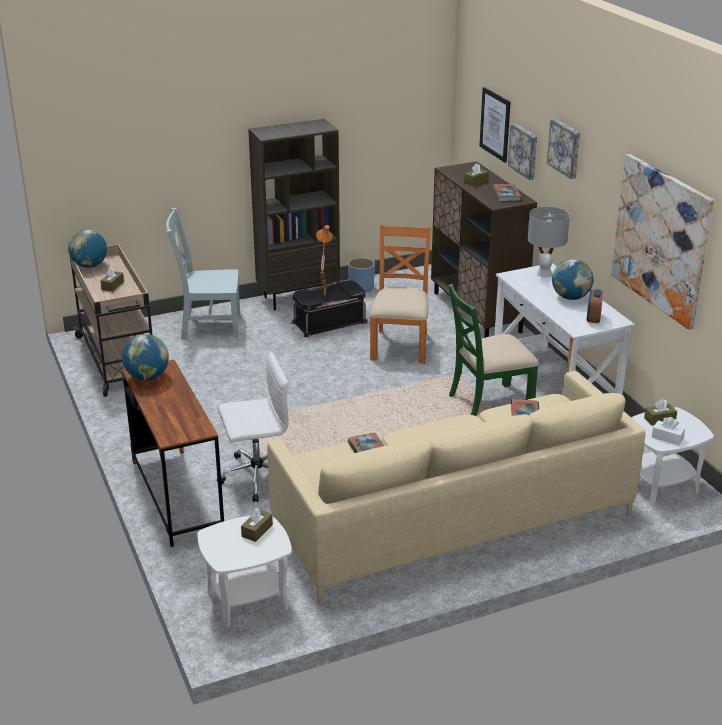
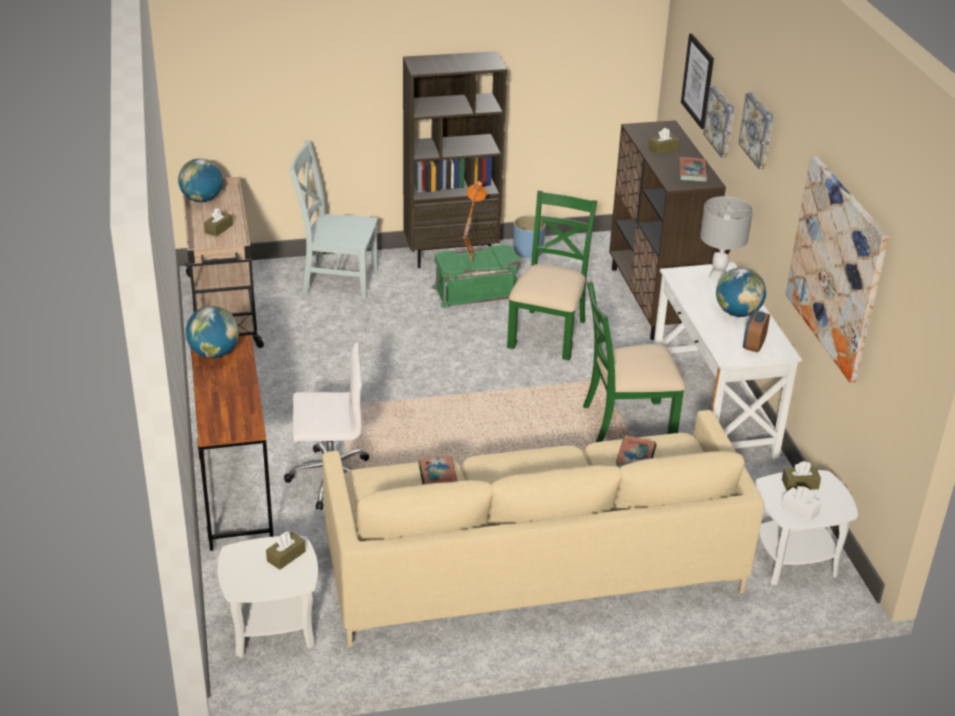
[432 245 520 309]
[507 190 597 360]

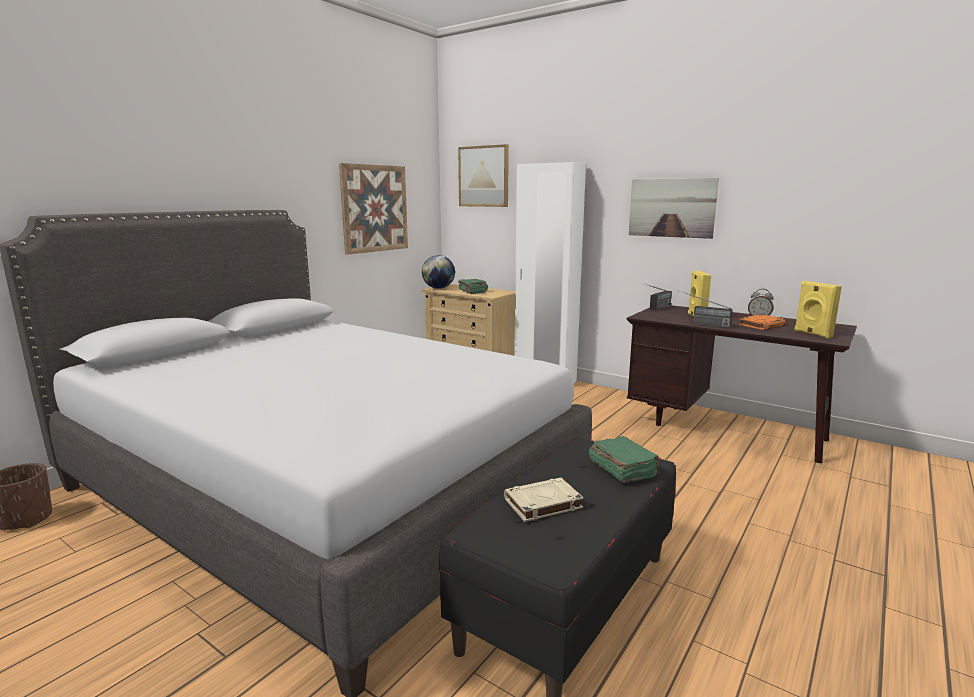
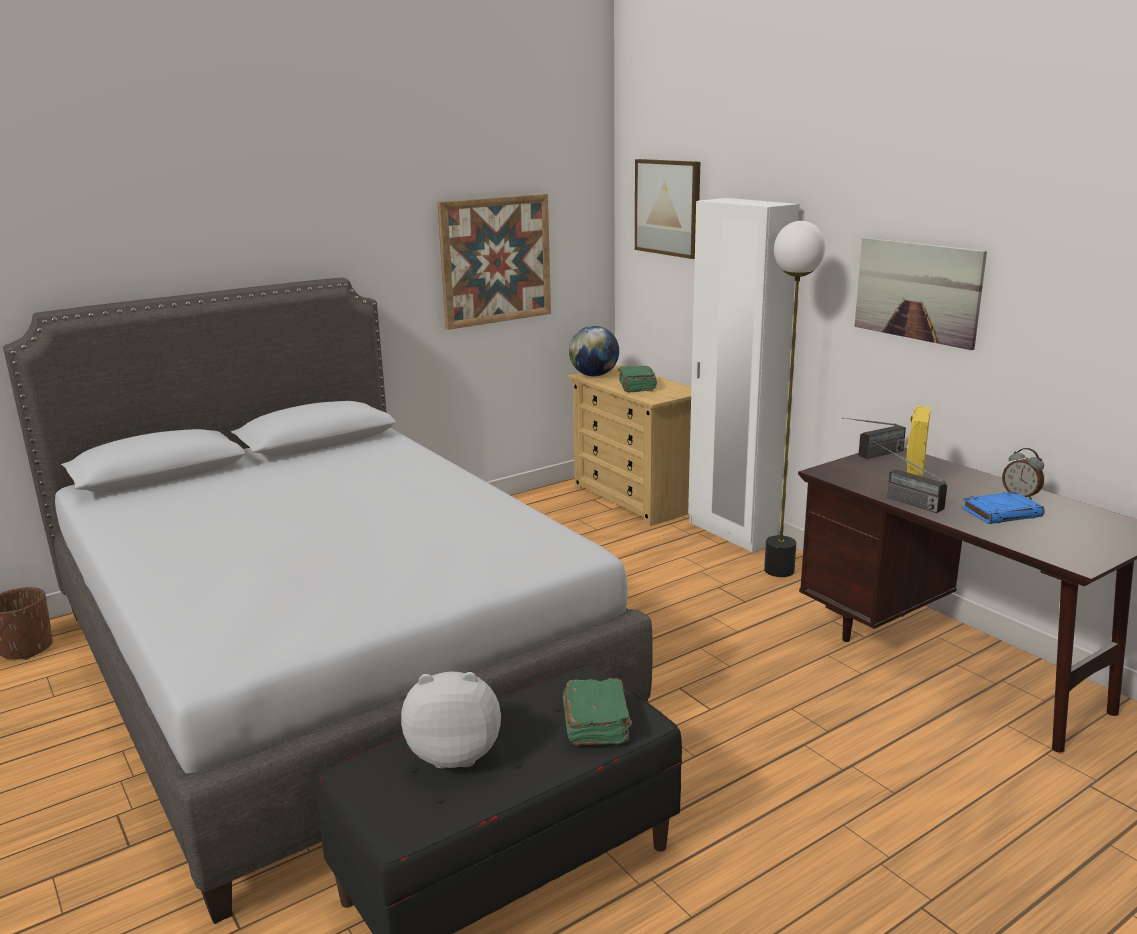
[794 281 842 338] (first image)
[764 221 825 577]
[401 672 501 768]
[962 491 1045 524]

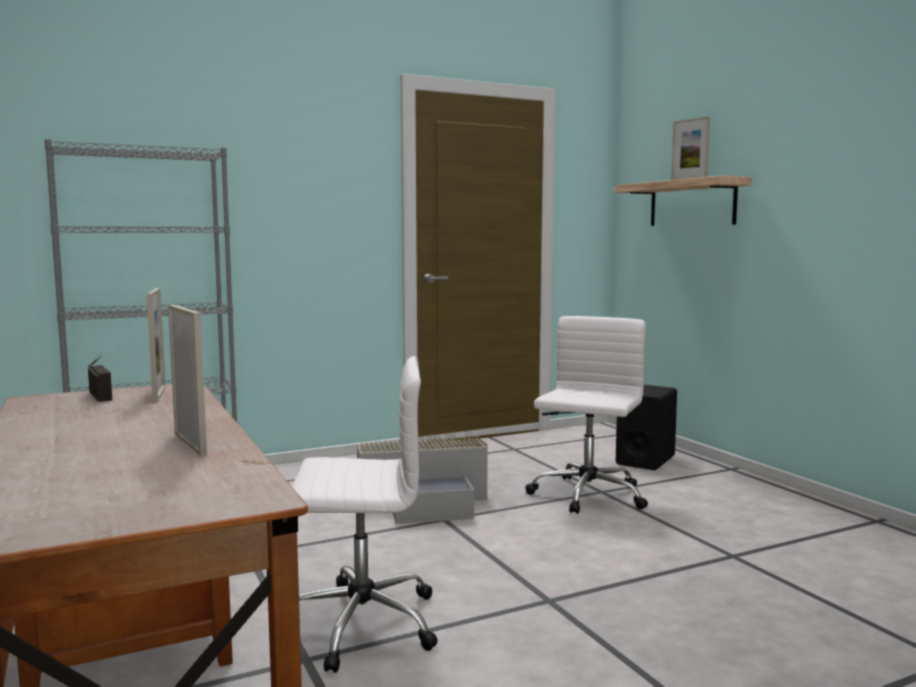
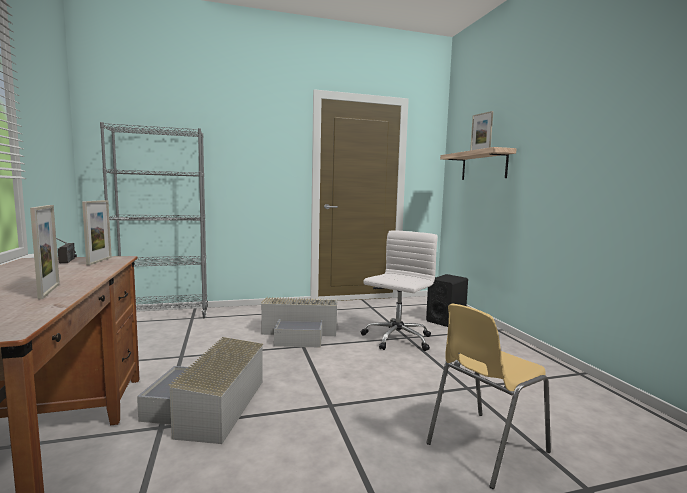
[426 304 551 489]
[137 337 263 444]

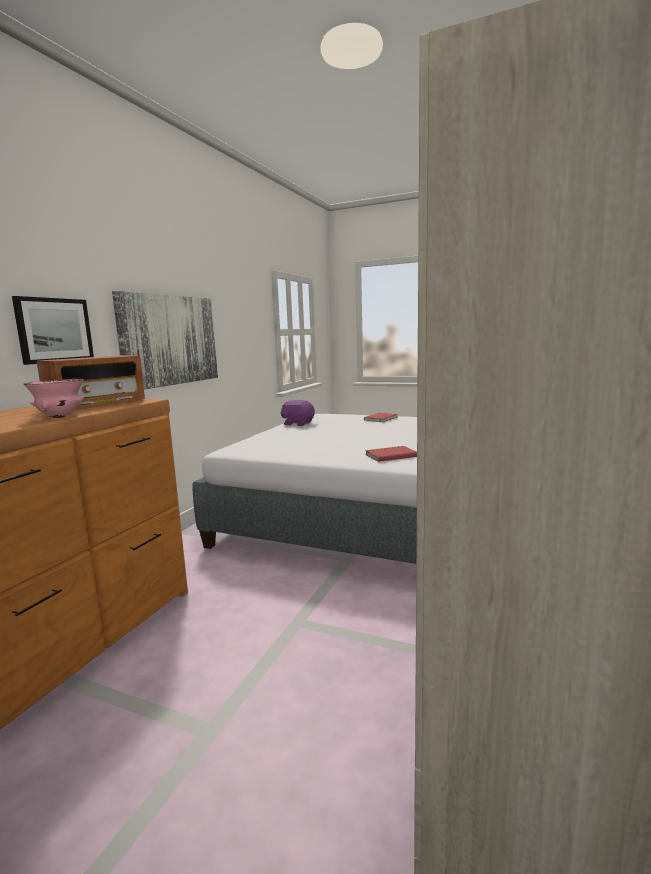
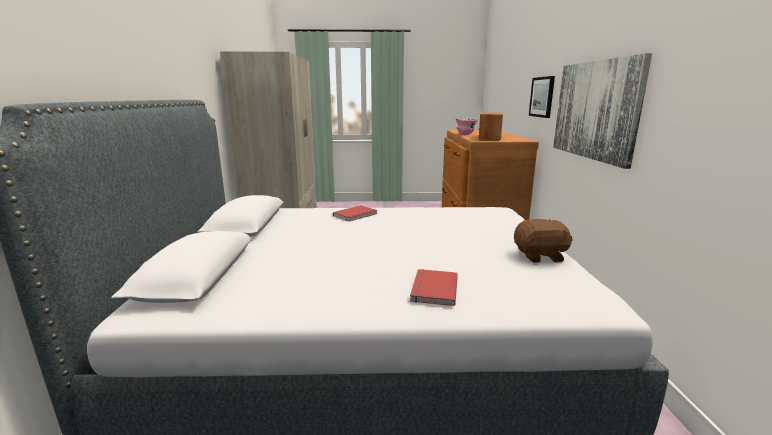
[514 219 573 263]

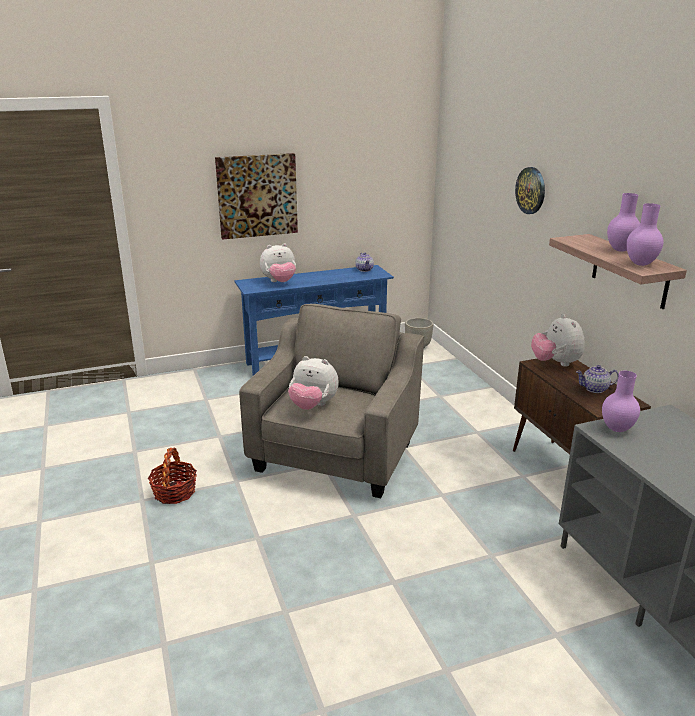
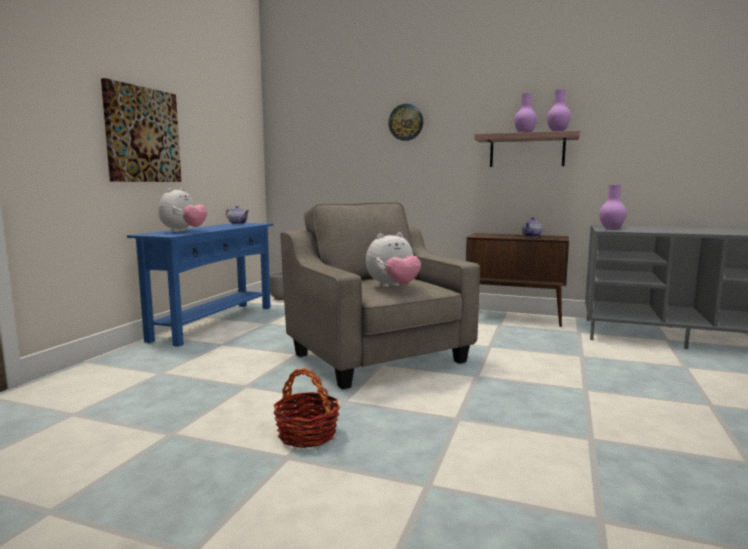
[531 314 585 367] (first image)

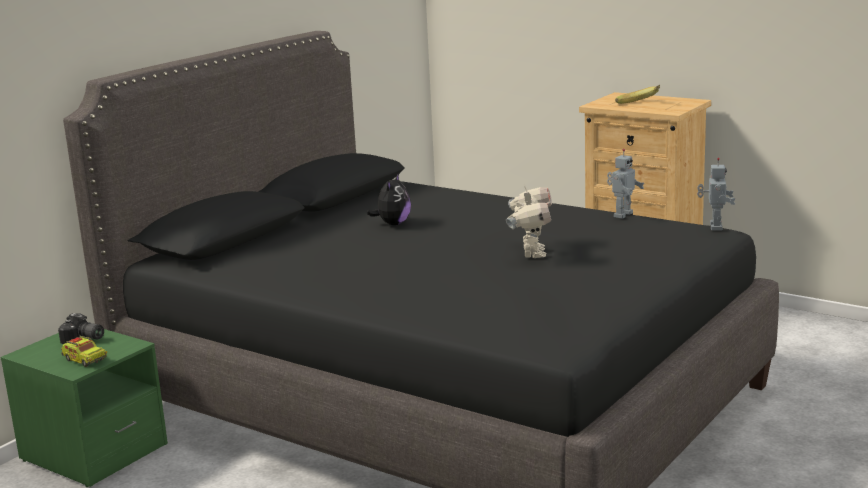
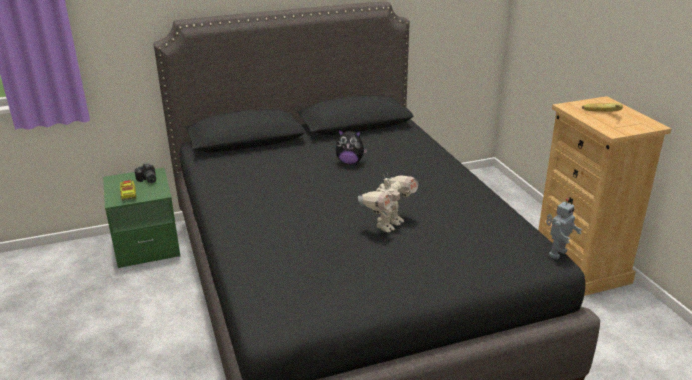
[607 149 644 219] (first image)
[335 130 368 164]

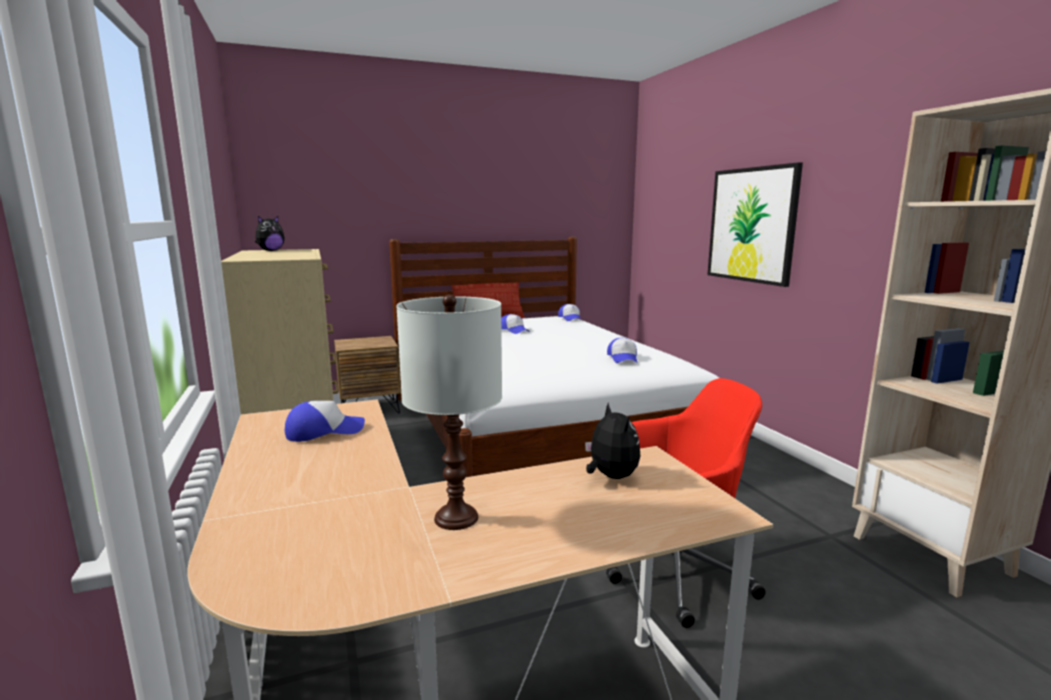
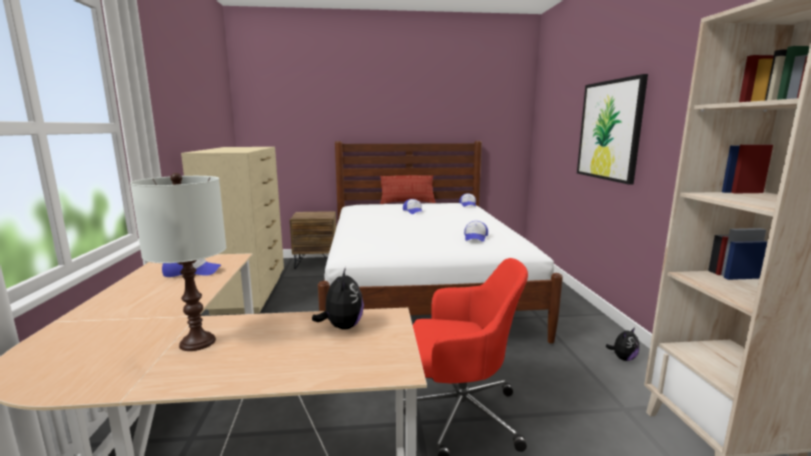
[606 327 639 361]

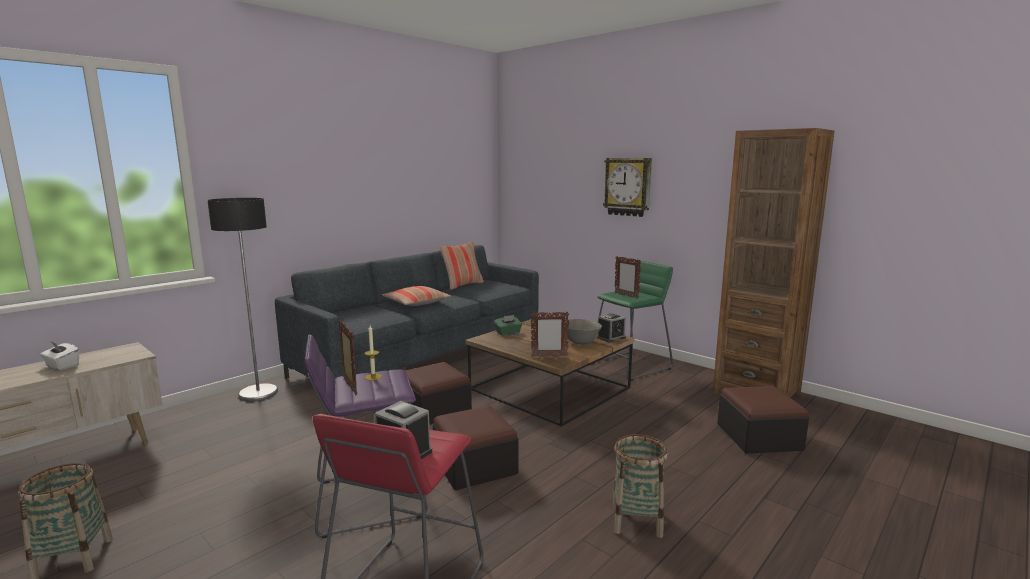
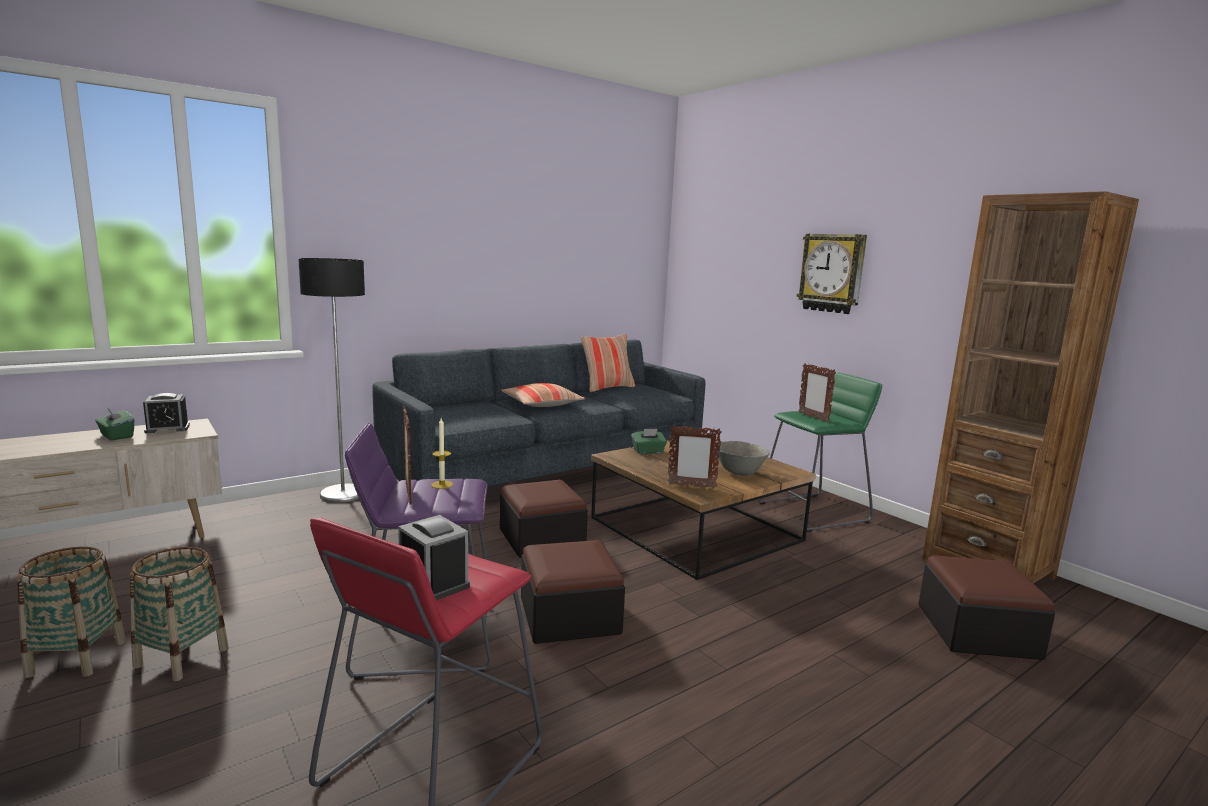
[143 393 190 433]
[130 547 229 681]
[95 406 134 441]

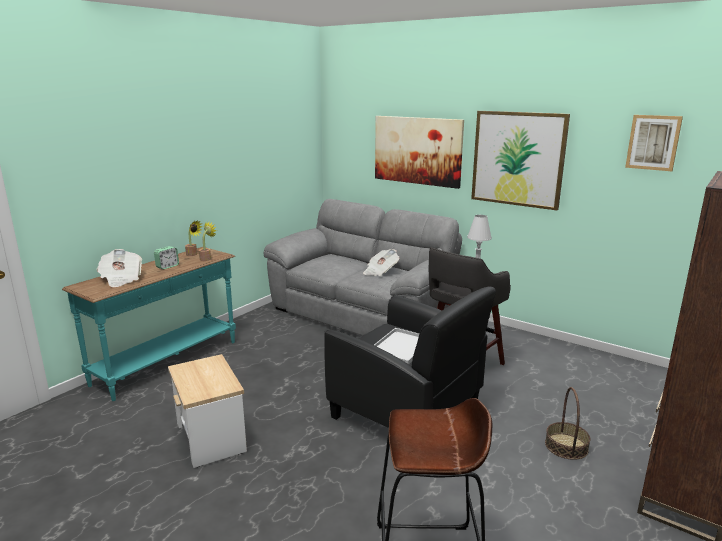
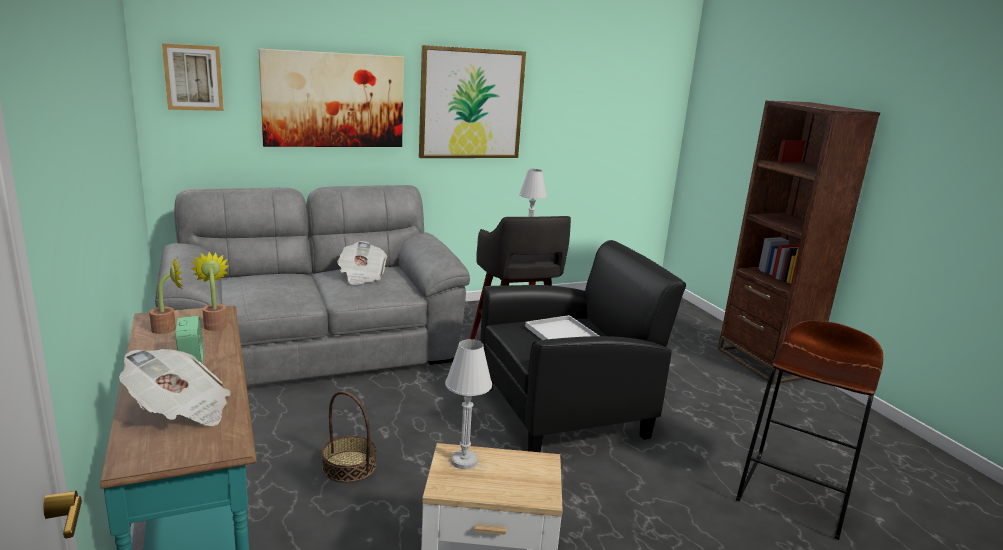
[445 339 492 469]
[322 391 376 483]
[162 43 224 111]

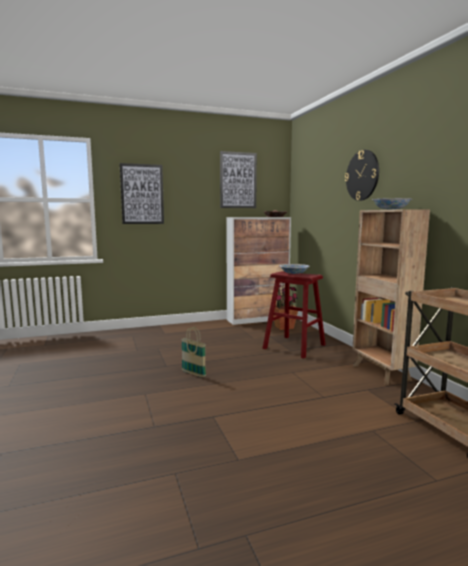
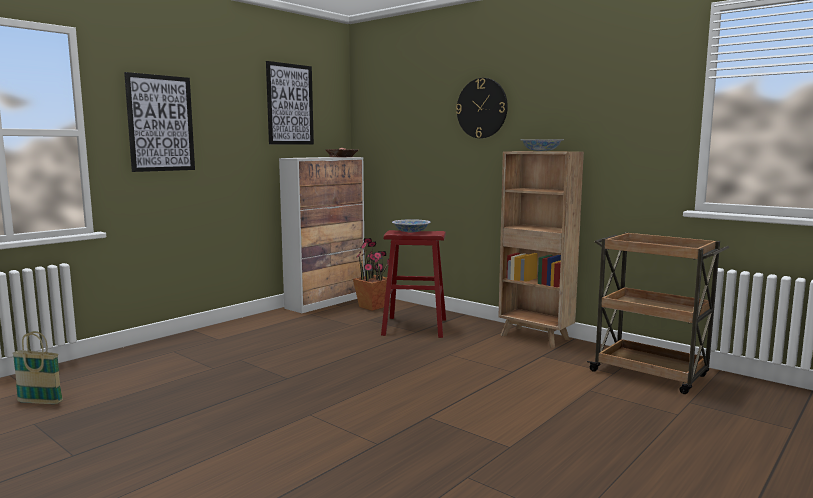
[12 331 63 404]

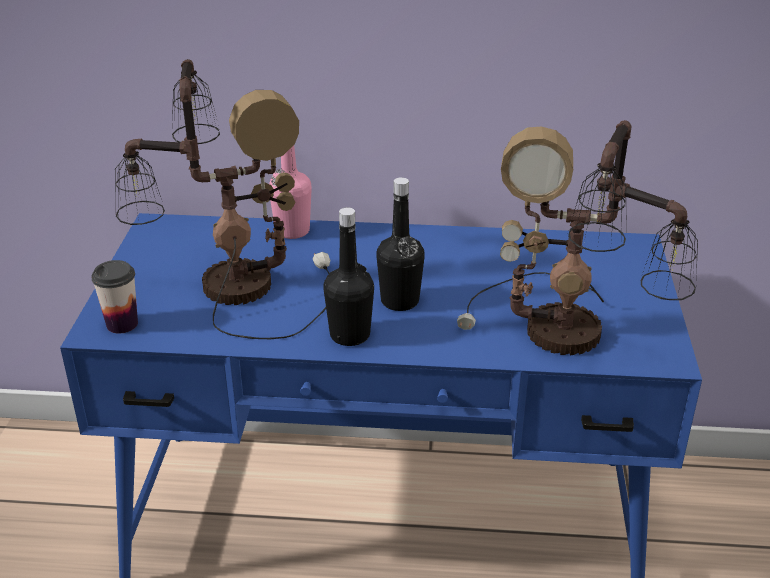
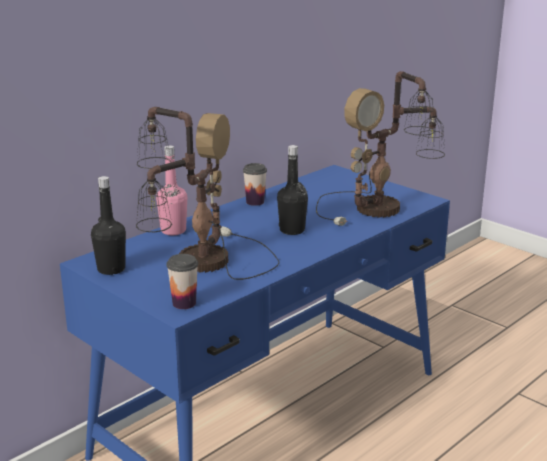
[243 163 267 206]
[91 176 126 275]

